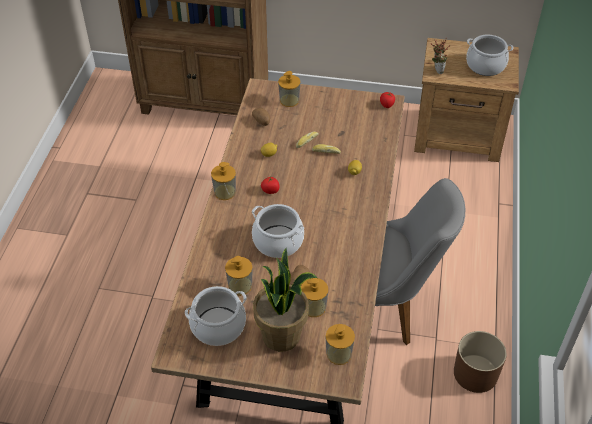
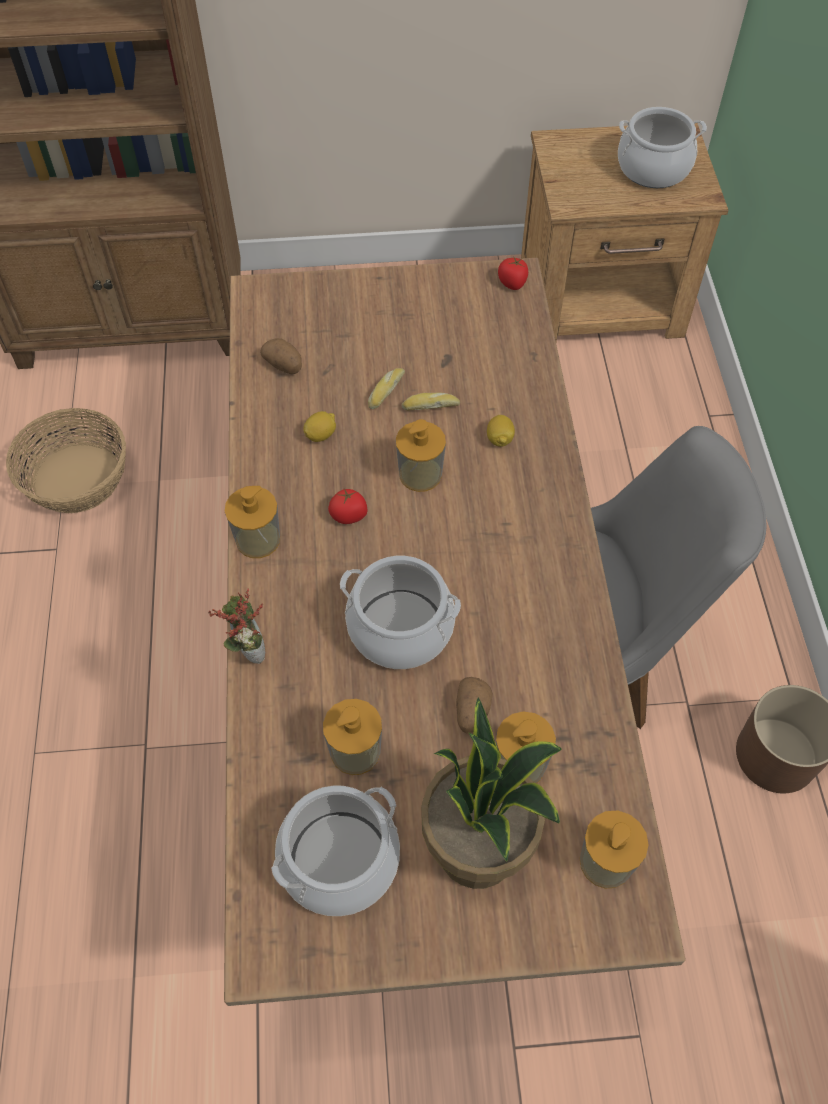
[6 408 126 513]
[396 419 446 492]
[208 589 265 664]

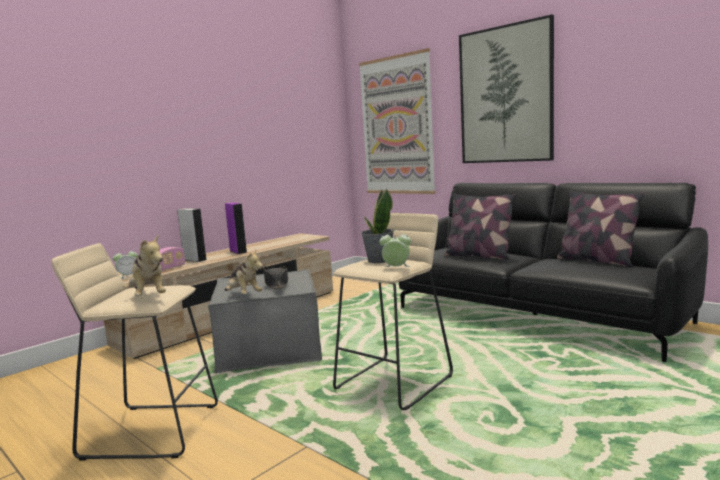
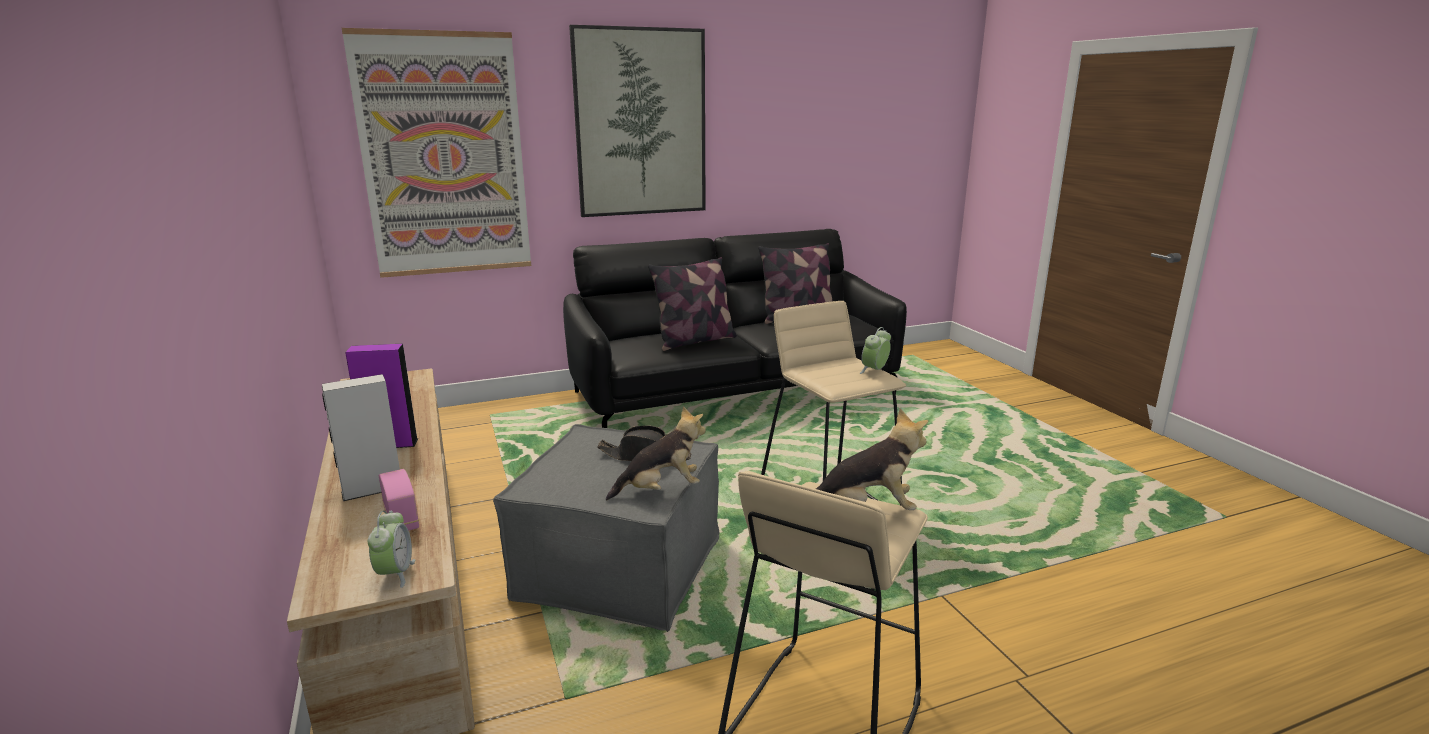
[361 189 394 263] (first image)

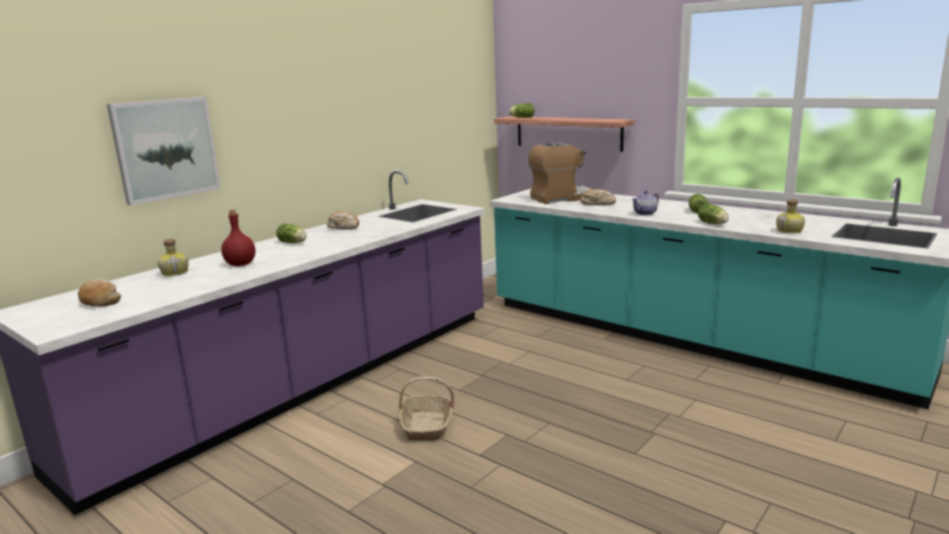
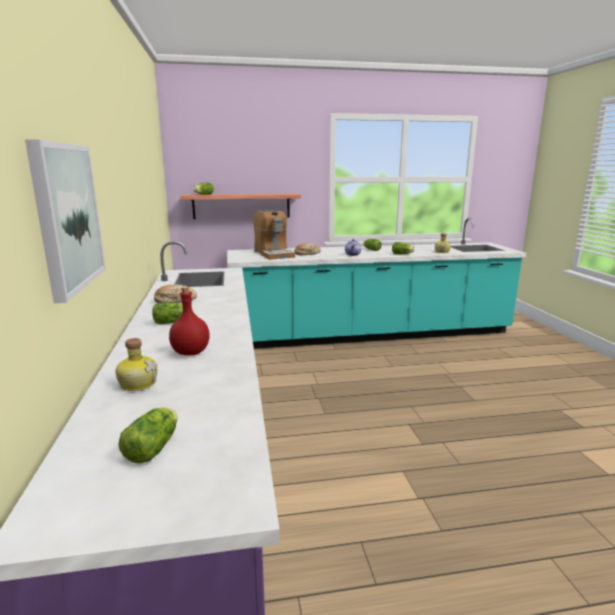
[399 377 454 440] (first image)
[118 407 177 463]
[253 210 295 260]

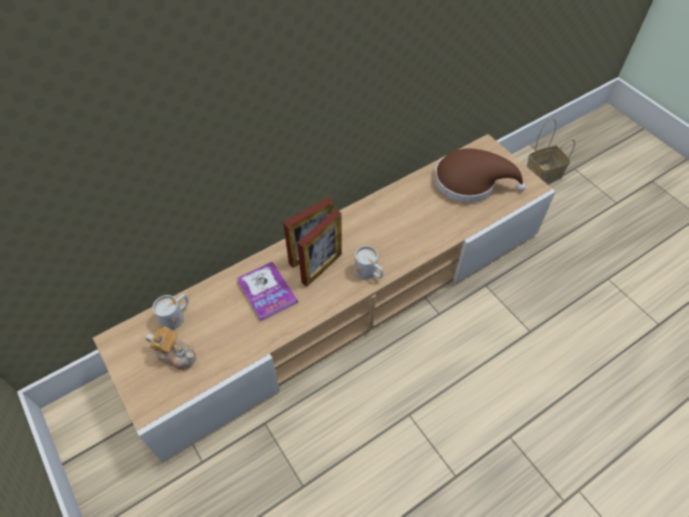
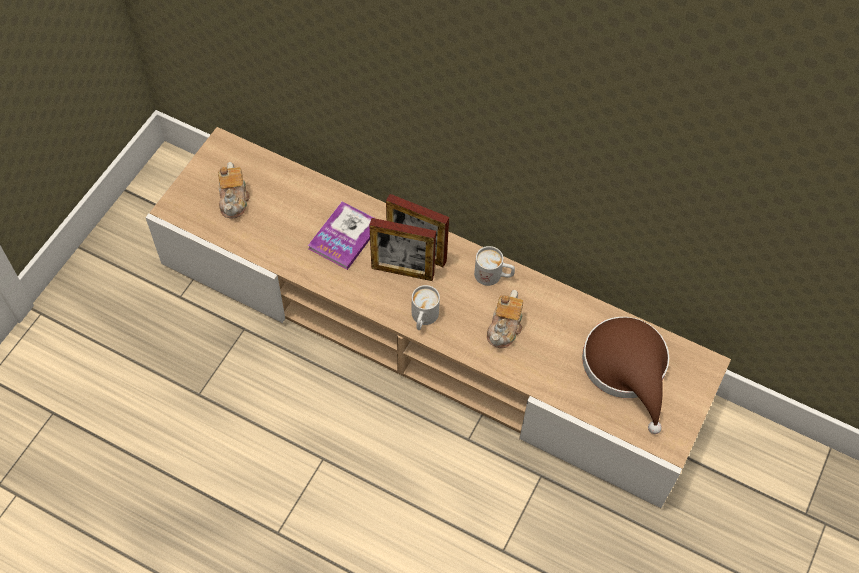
[527 118 575 184] (first image)
[487 290 523 348]
[474 246 515 286]

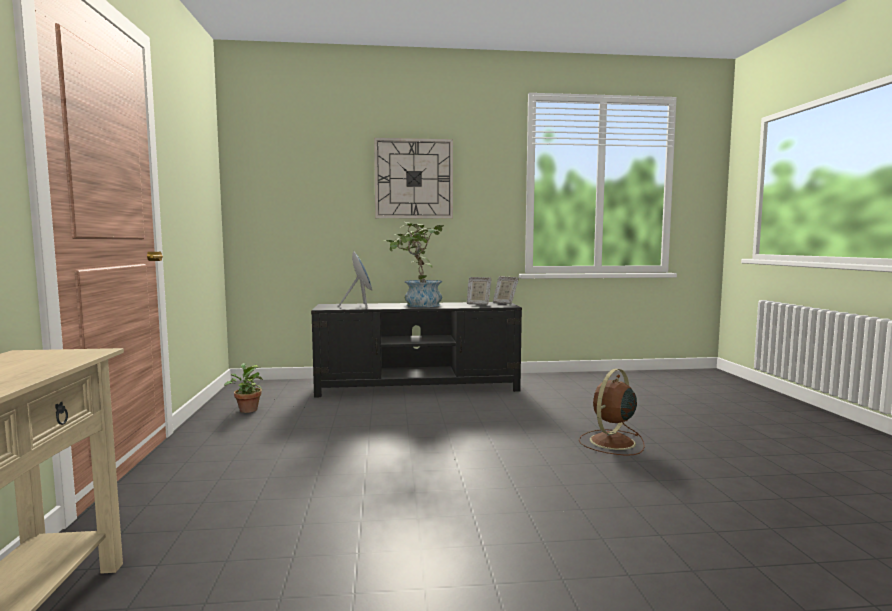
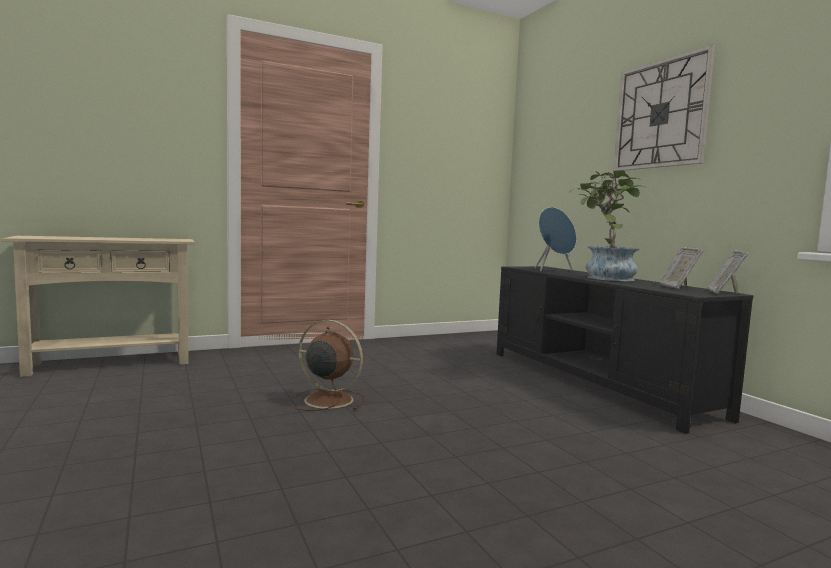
[224 363 263 413] (first image)
[290 320 365 411]

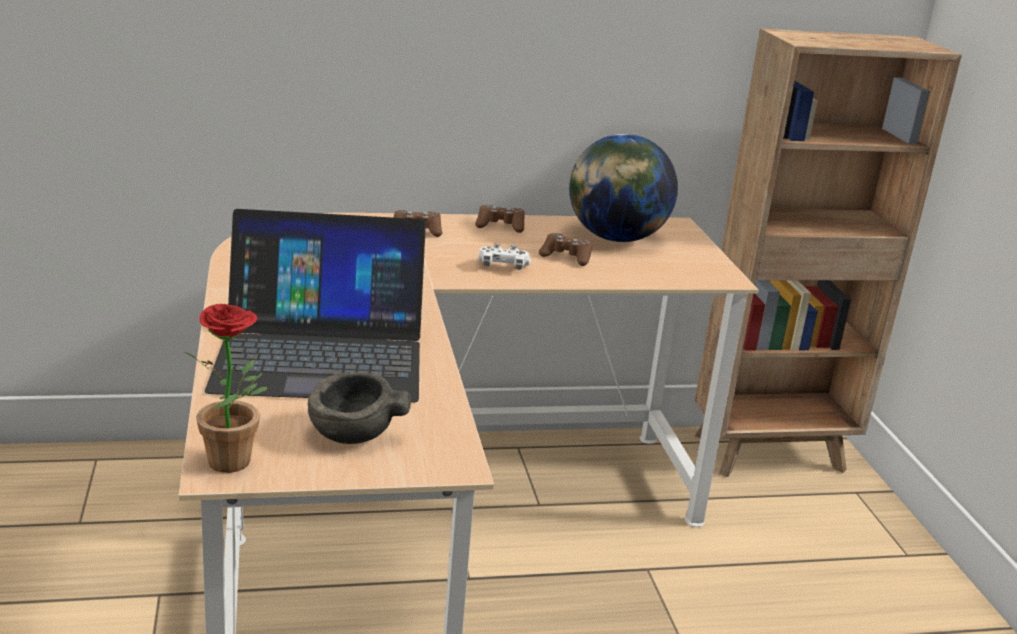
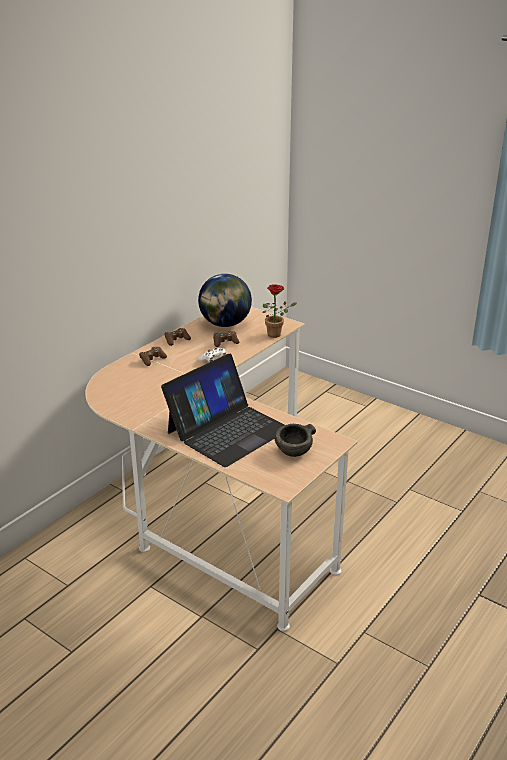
[695 29 962 477] (first image)
[262 284 297 338]

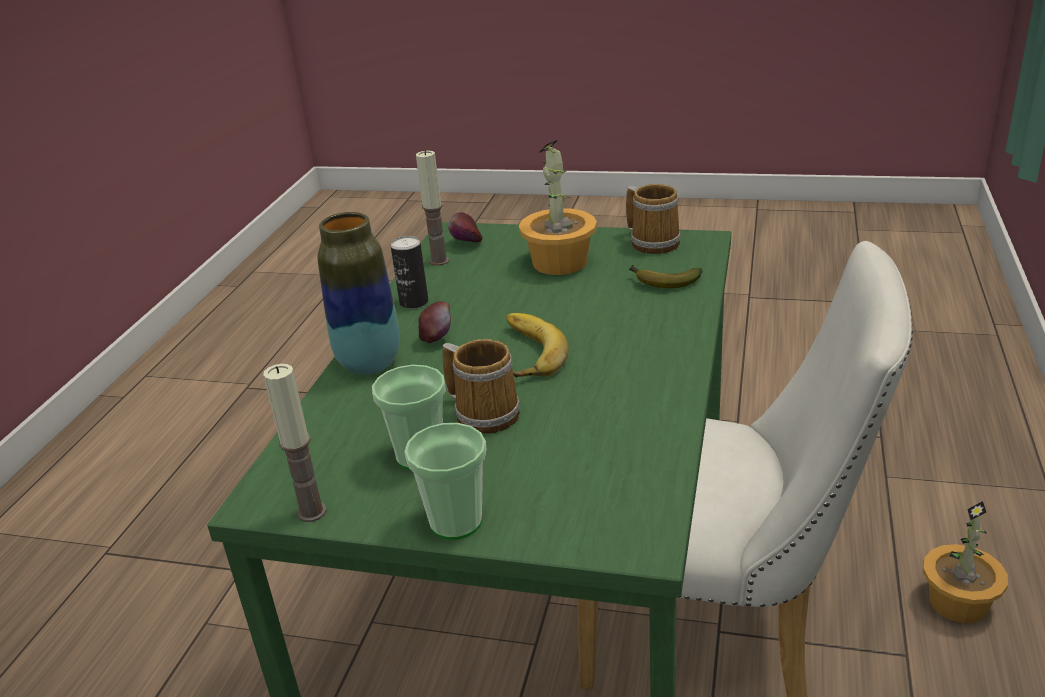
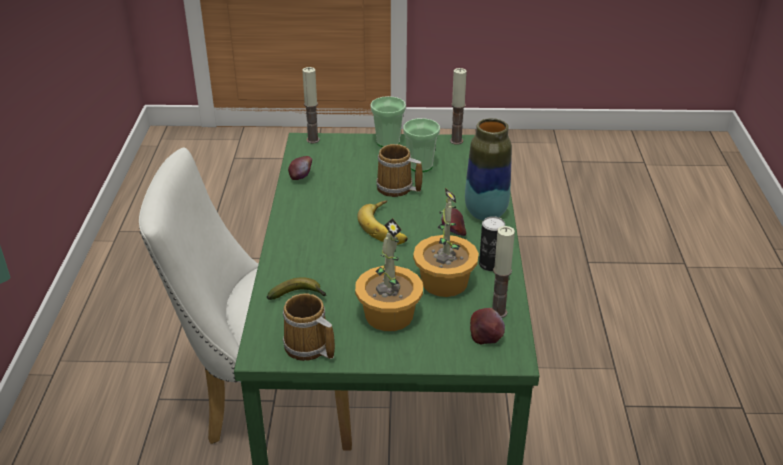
[288 156 312 180]
[302 67 320 144]
[413 188 479 297]

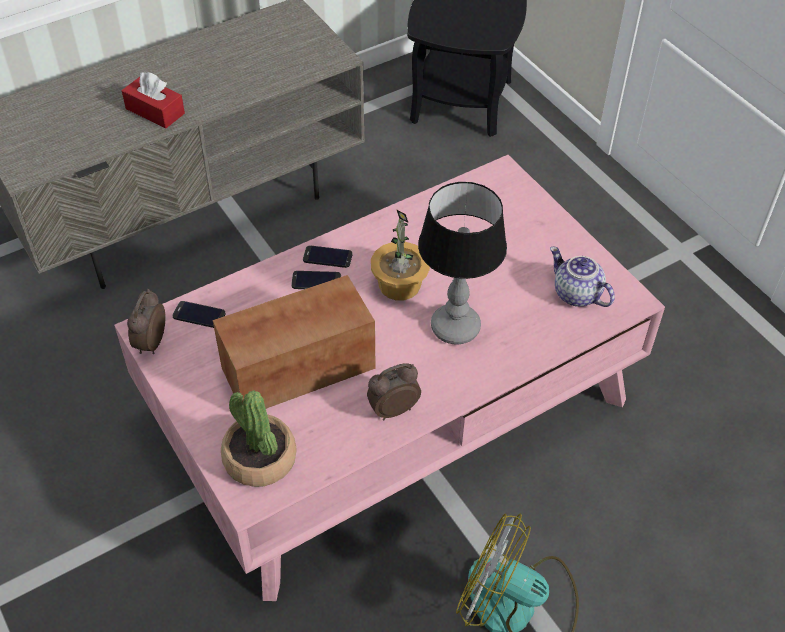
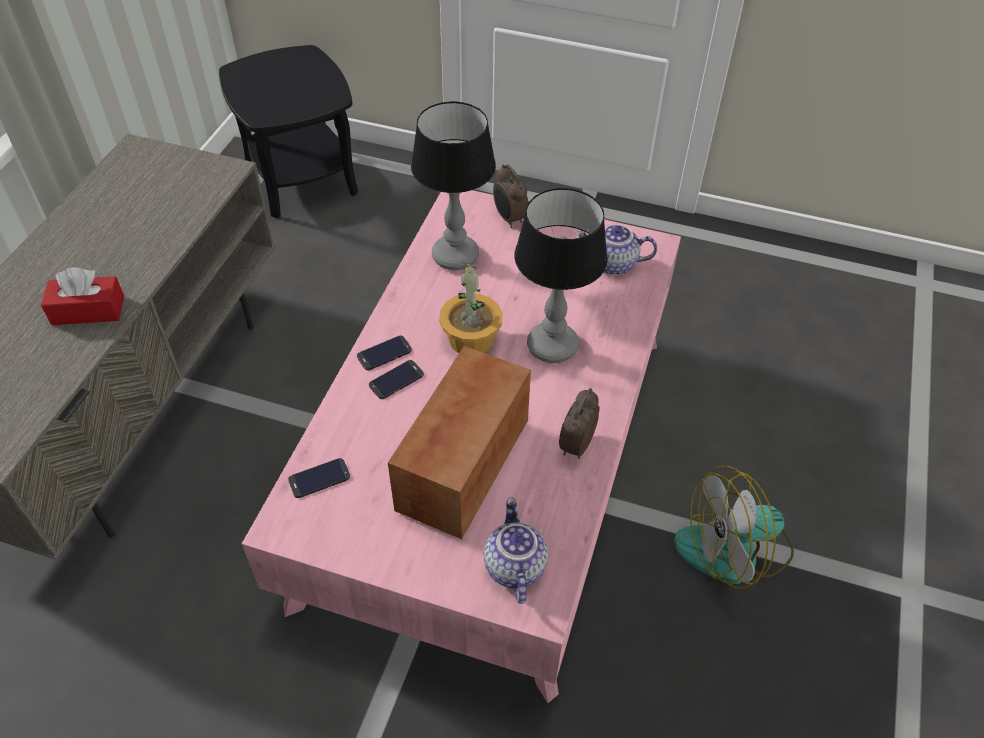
[411 101 496 270]
[493 164 528 228]
[484 497 548 604]

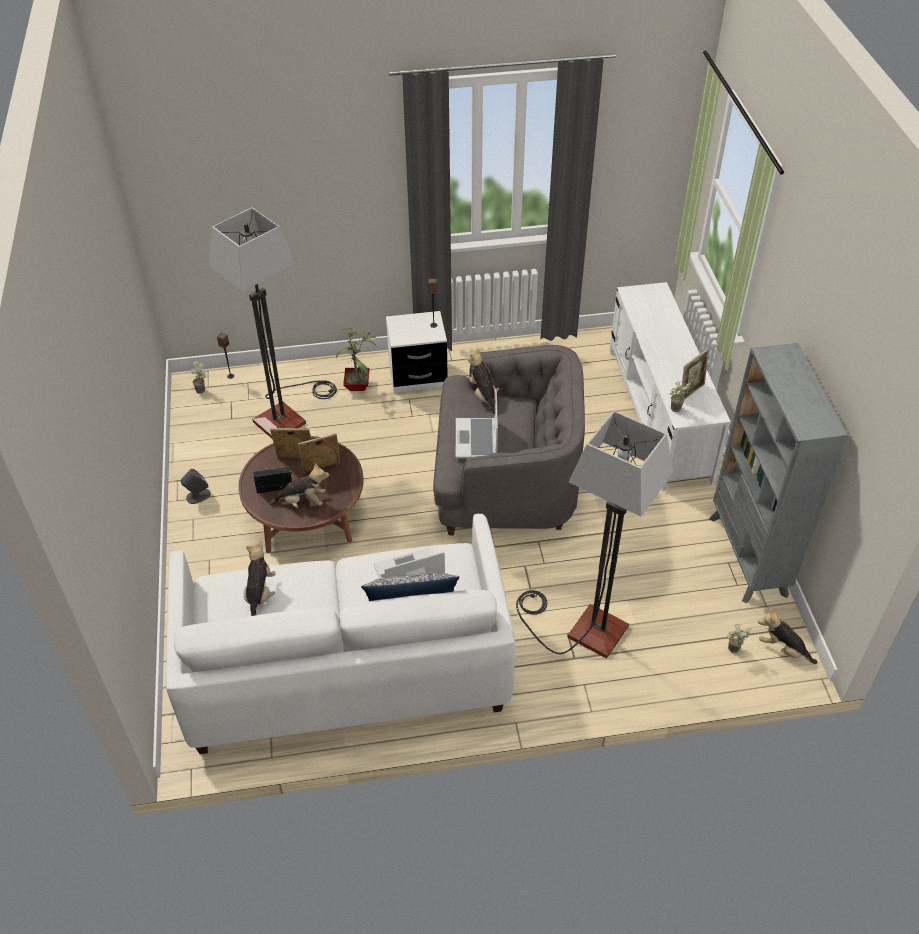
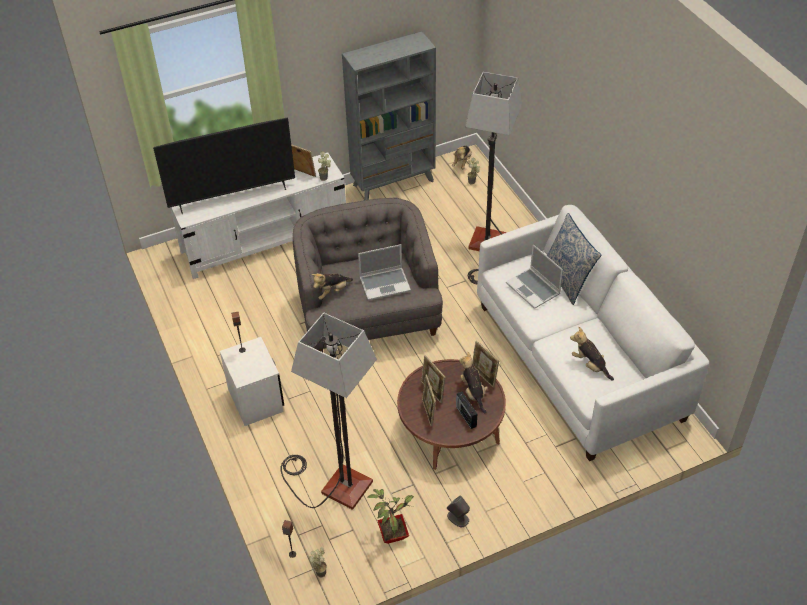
[153 118 295 214]
[472 340 499 388]
[367 489 414 544]
[570 327 614 381]

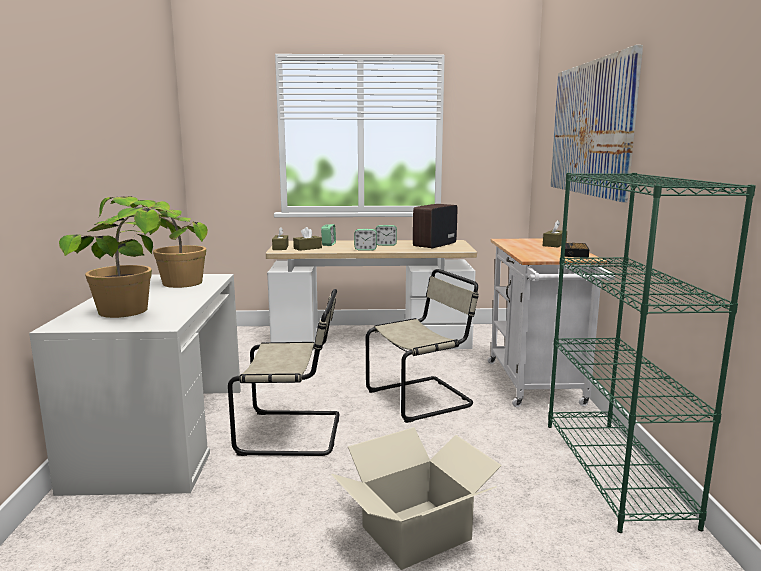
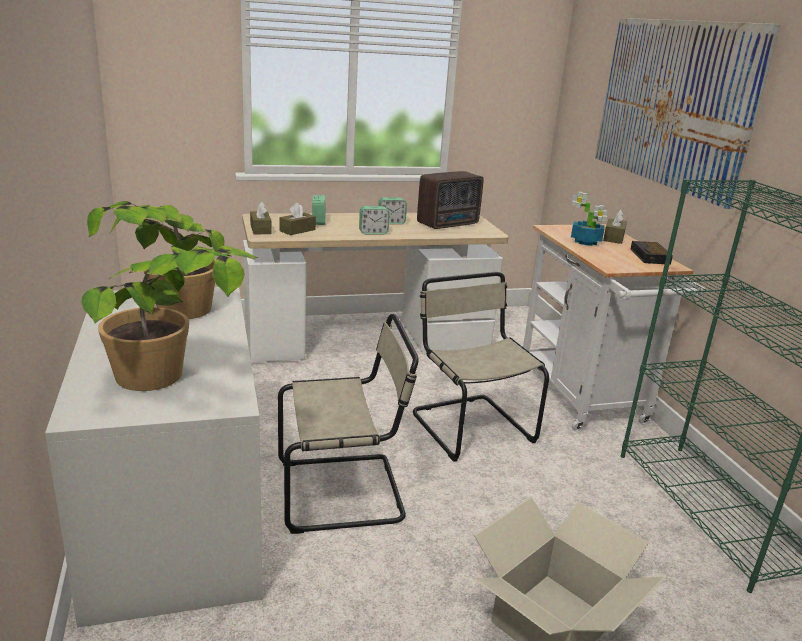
[571 192 608 246]
[413 272 549 462]
[417 171 483 229]

